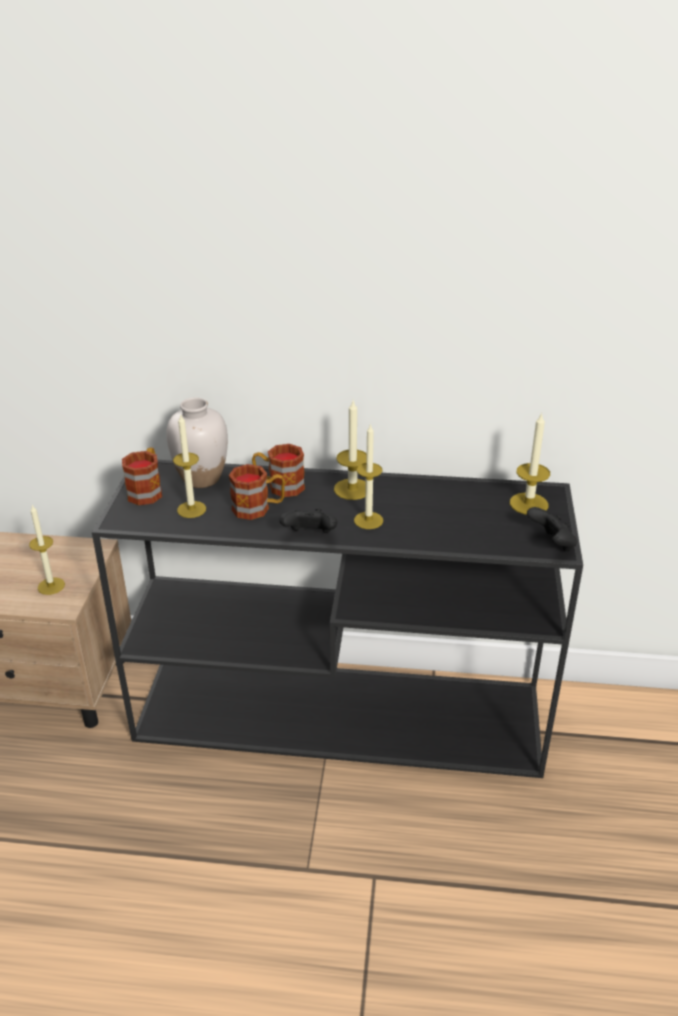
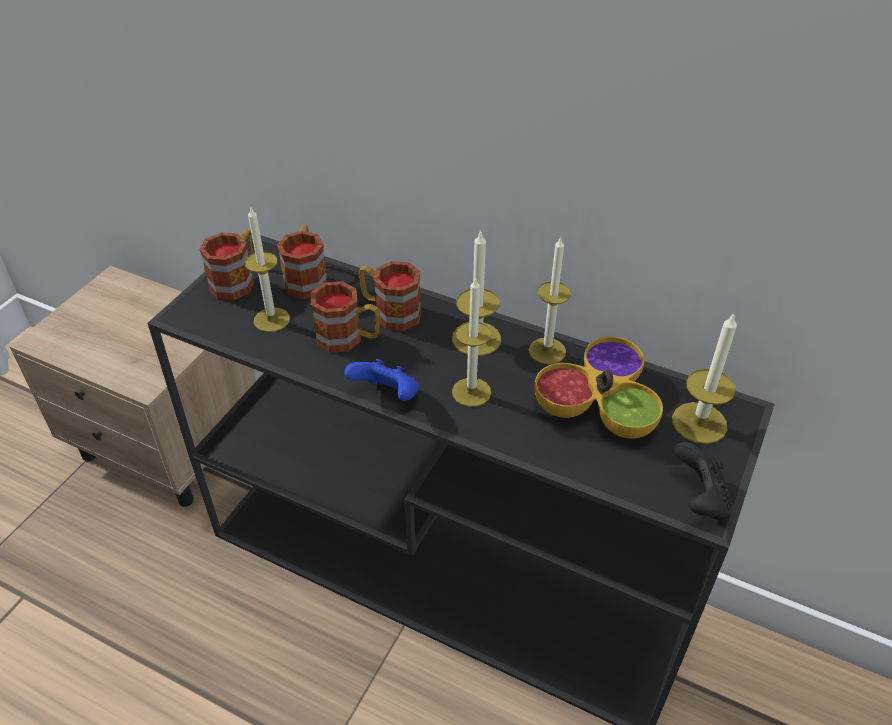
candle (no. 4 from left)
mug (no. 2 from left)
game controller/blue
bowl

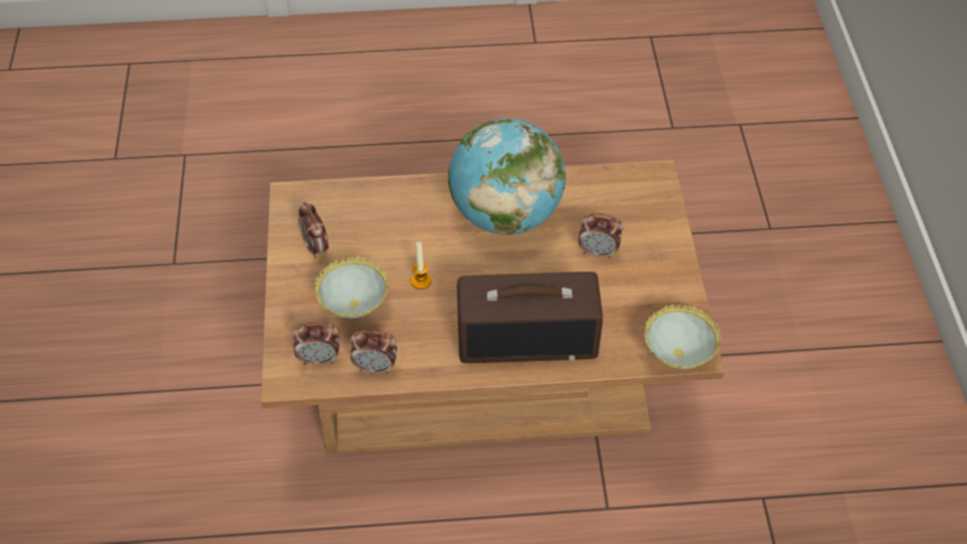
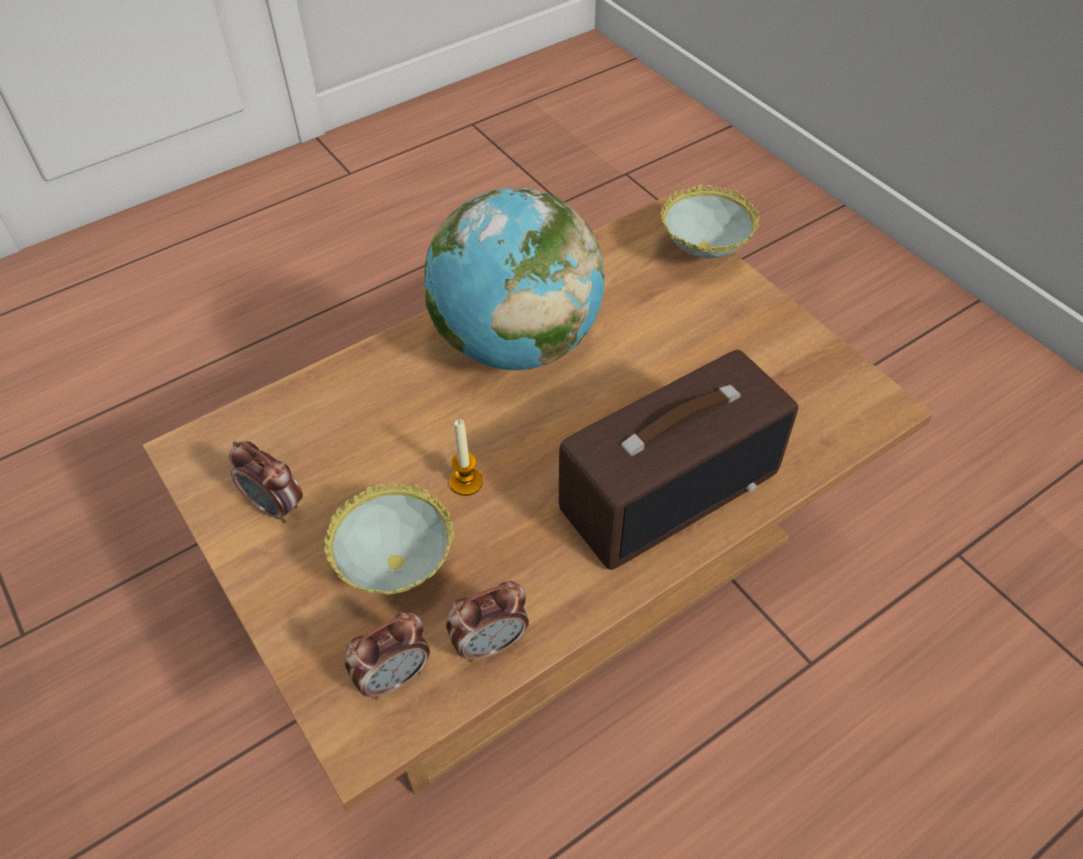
alarm clock (no. 4 from left in the first image)
bowl (no. 2 from left)

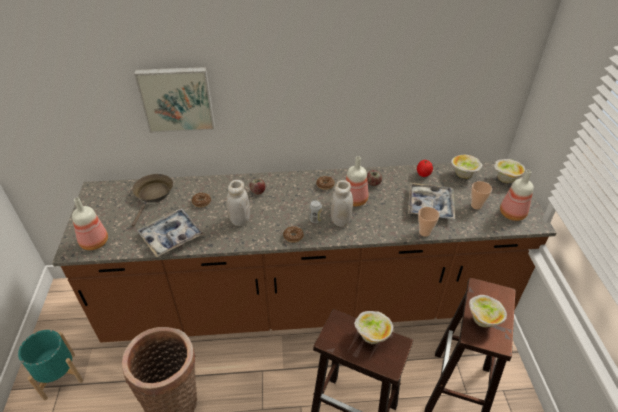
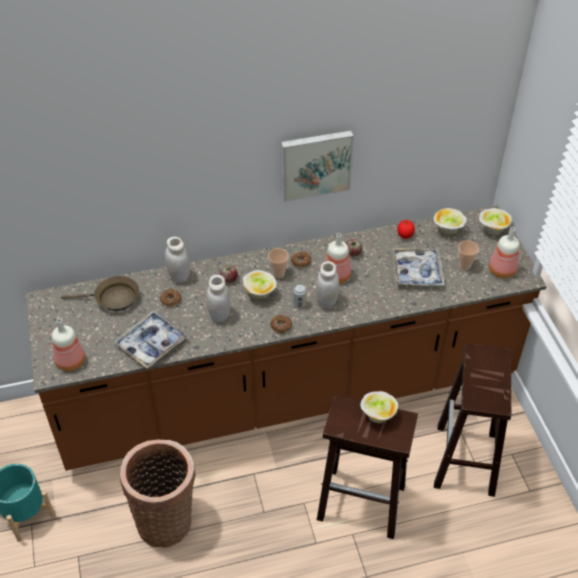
frying pan/brown
picture
cup (no. 1 from left)
bowl (no. 1 from left)
jar/white (no. 1 from left)

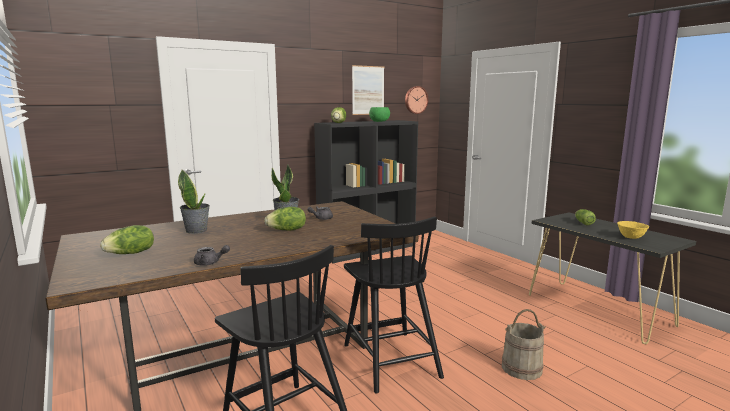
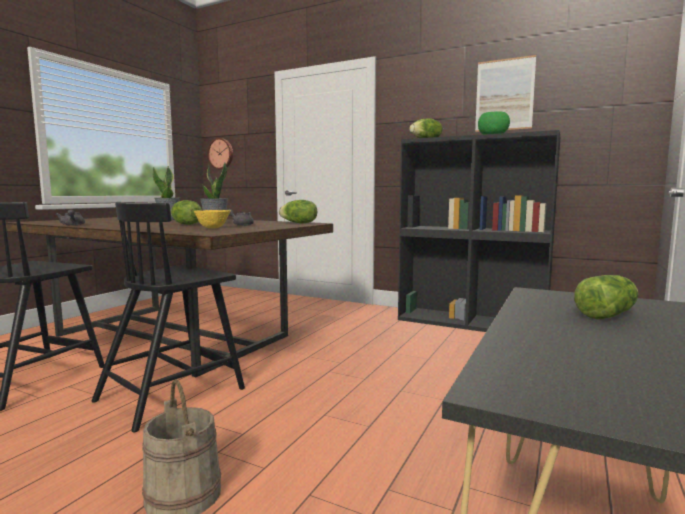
lettuce (no. 2 from left)
wall clock
bowl/yellow

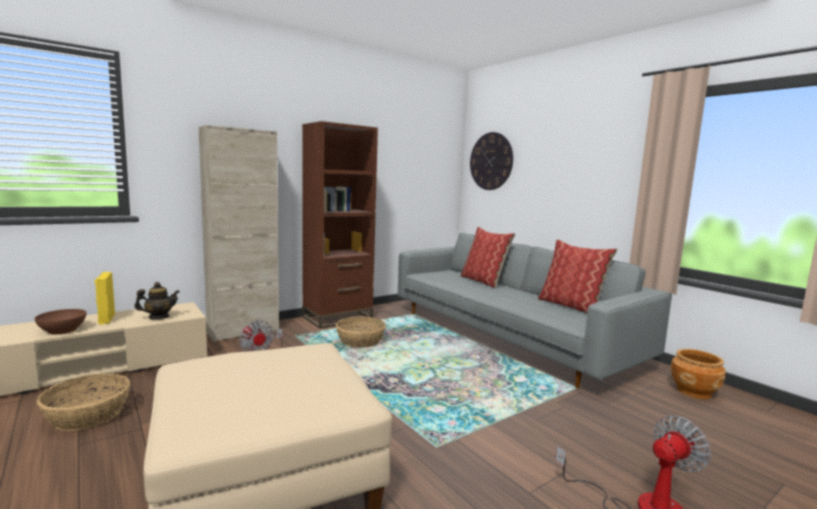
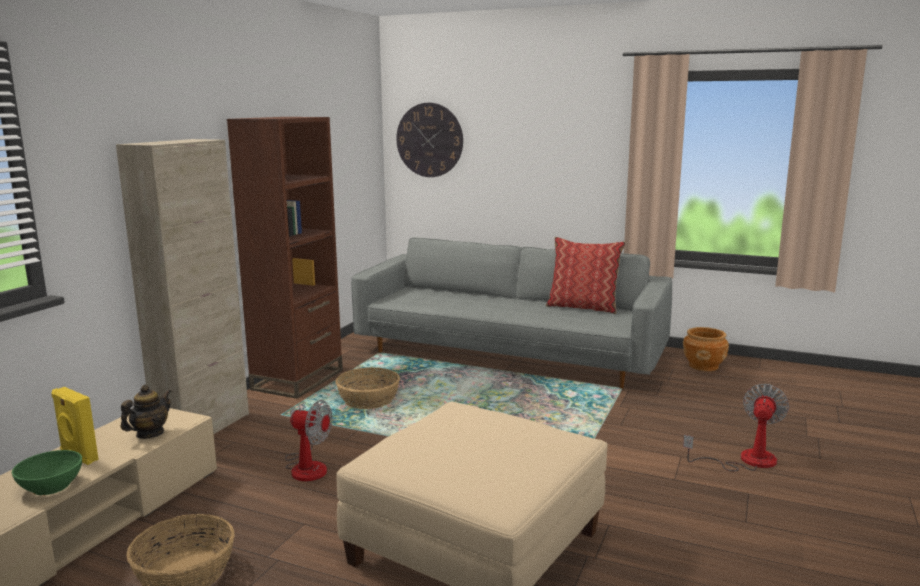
bowl/green
pillow (no. 1 from left in the first image)

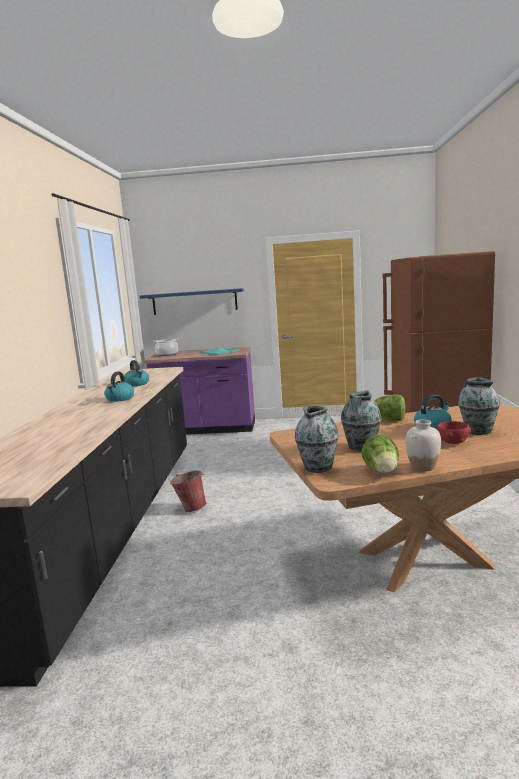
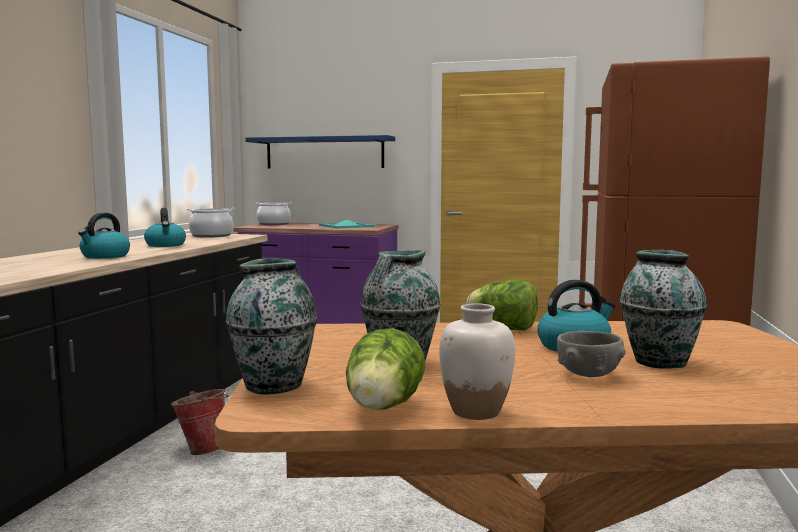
bowl/grey
cooking pot (no. 1 from left)

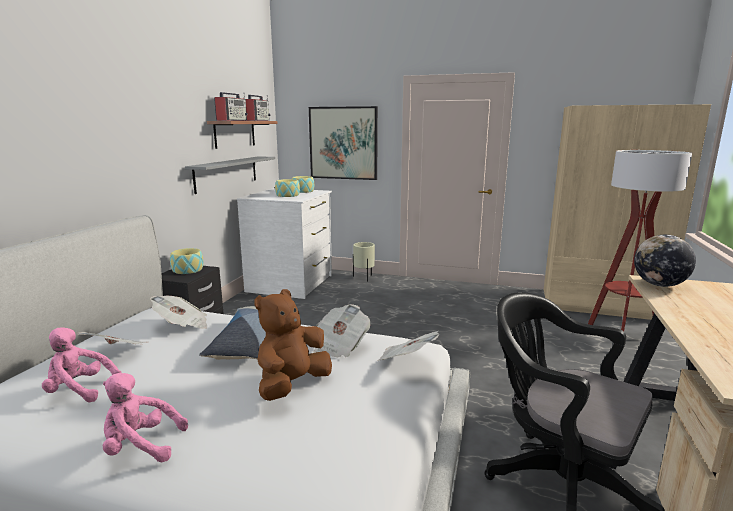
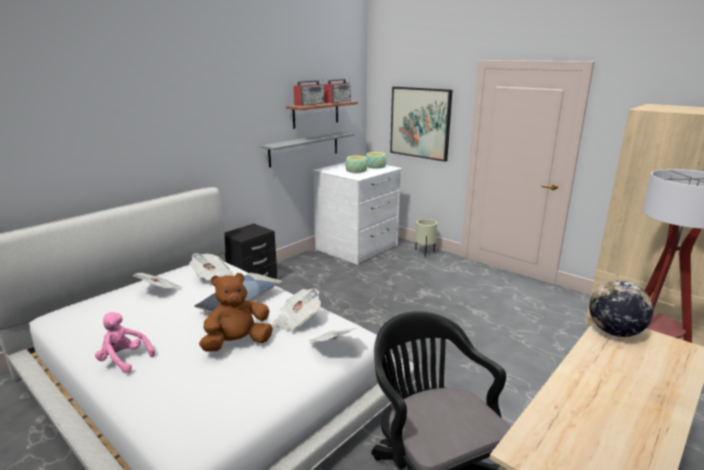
plush toy/pink (no. 1 from left in the first image)
bowl (no. 1 from left in the first image)

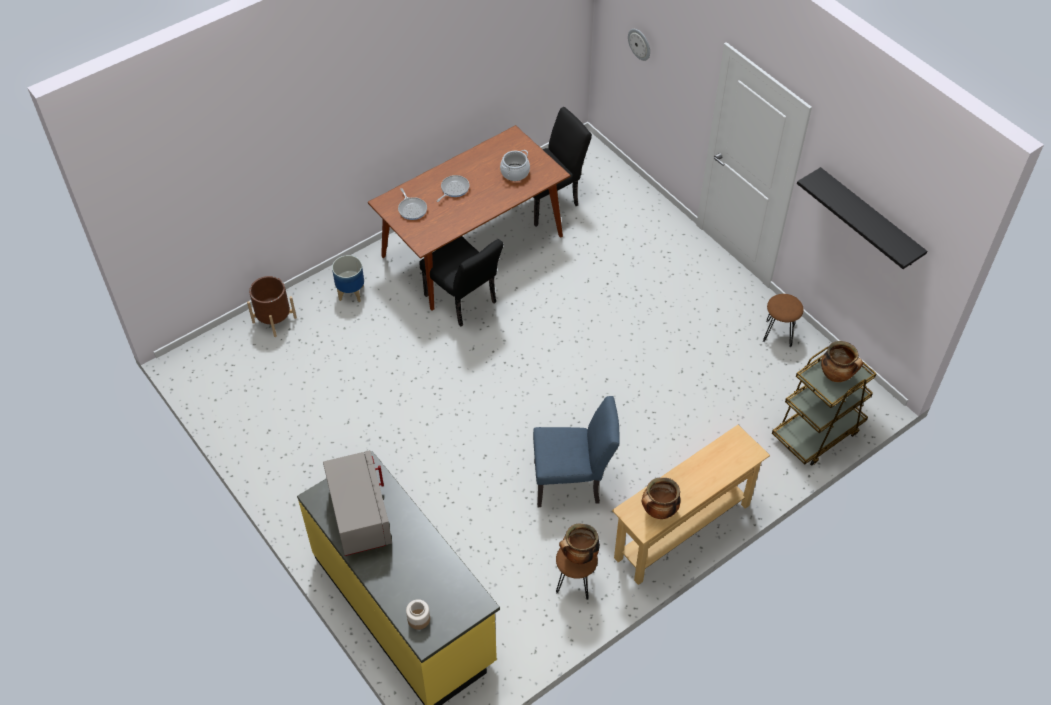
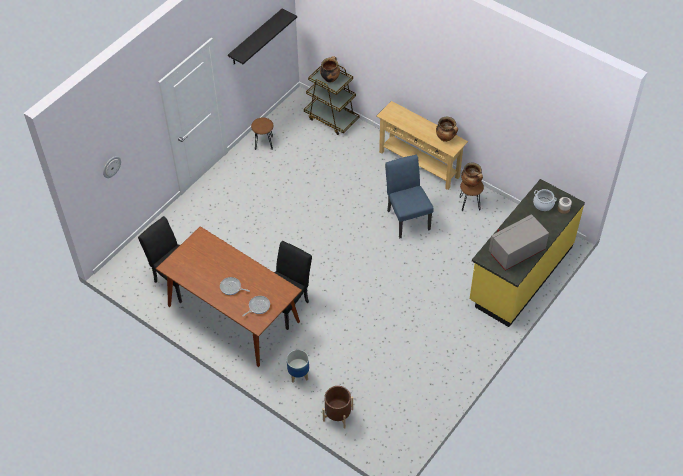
cooking pot (no. 4 from left)

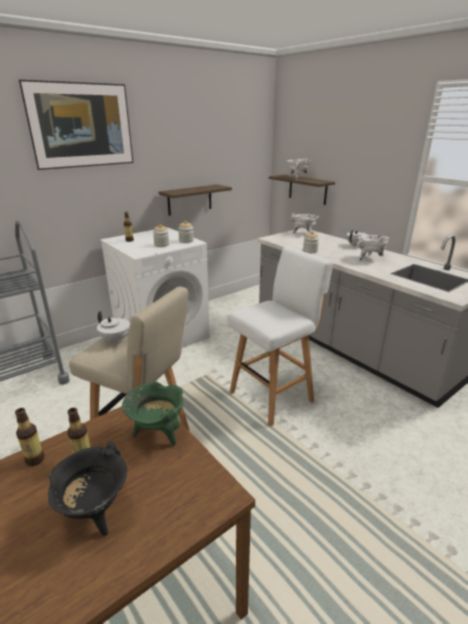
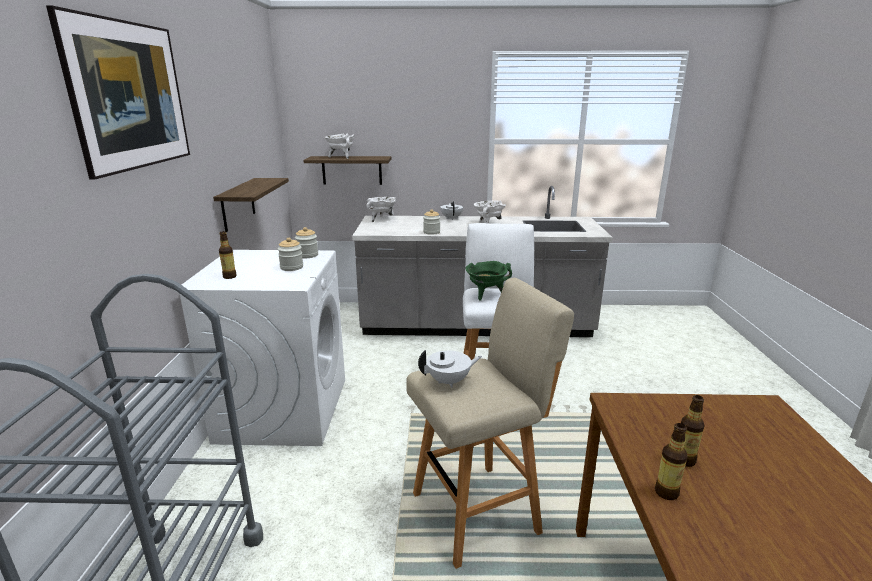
cooking pot/black
cooking pot/green

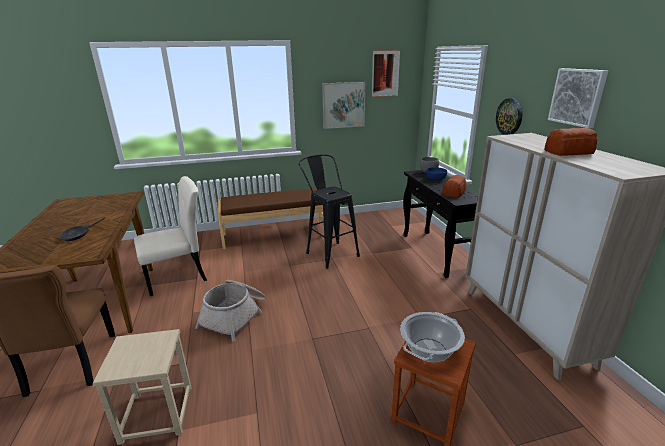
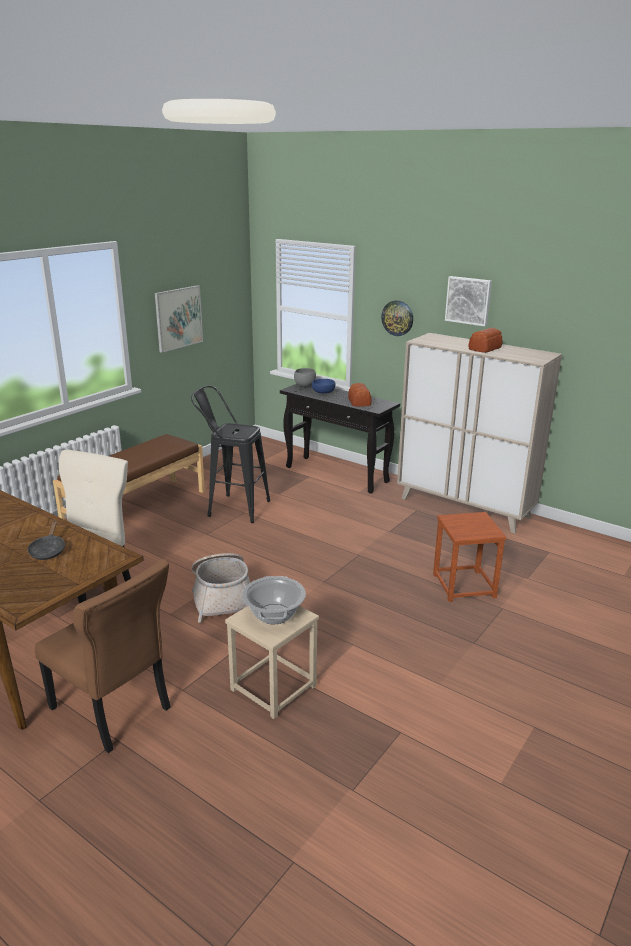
picture (no. 2 from left in the first image)
cooking pot

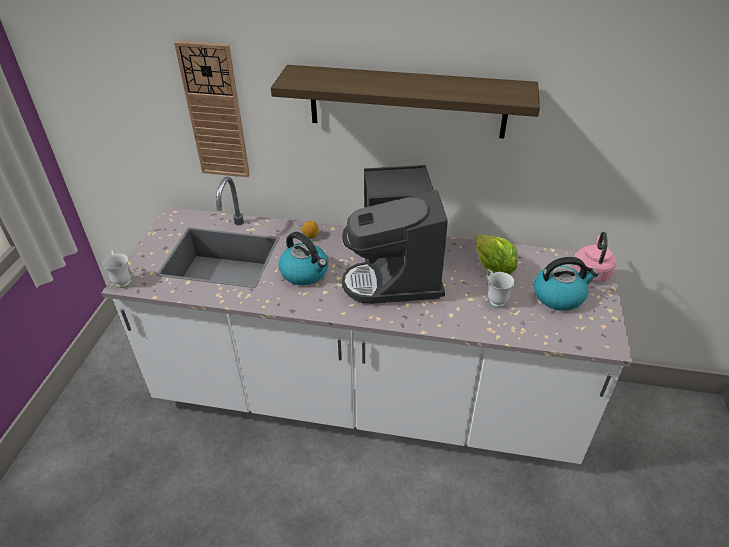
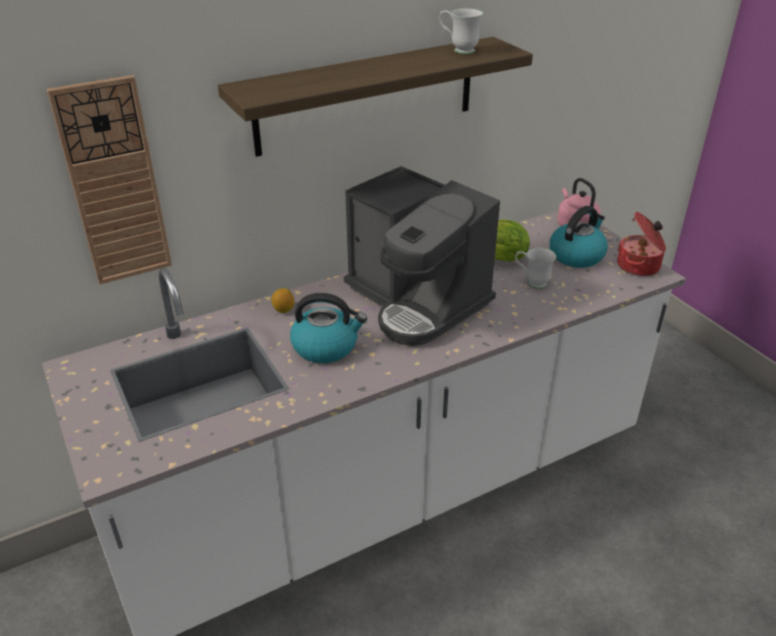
mug/white (no. 1 from left)
cooking pot

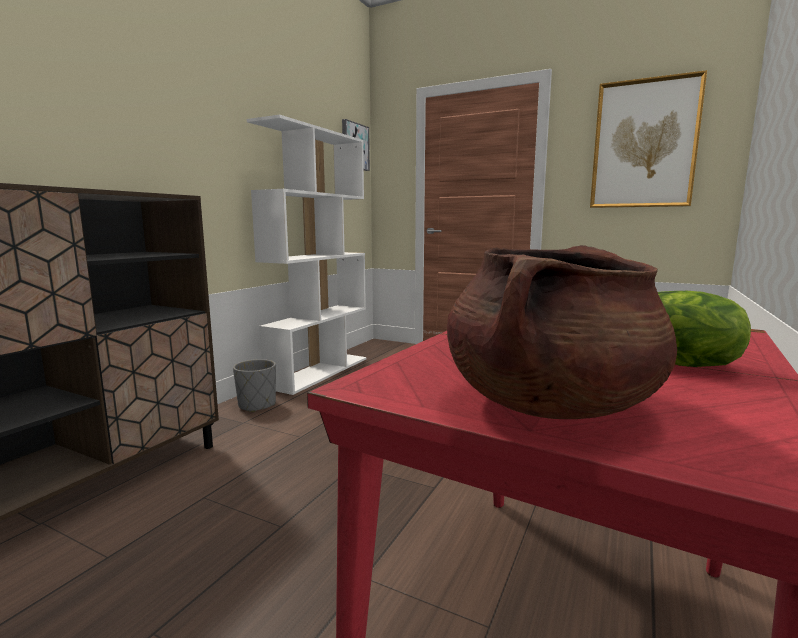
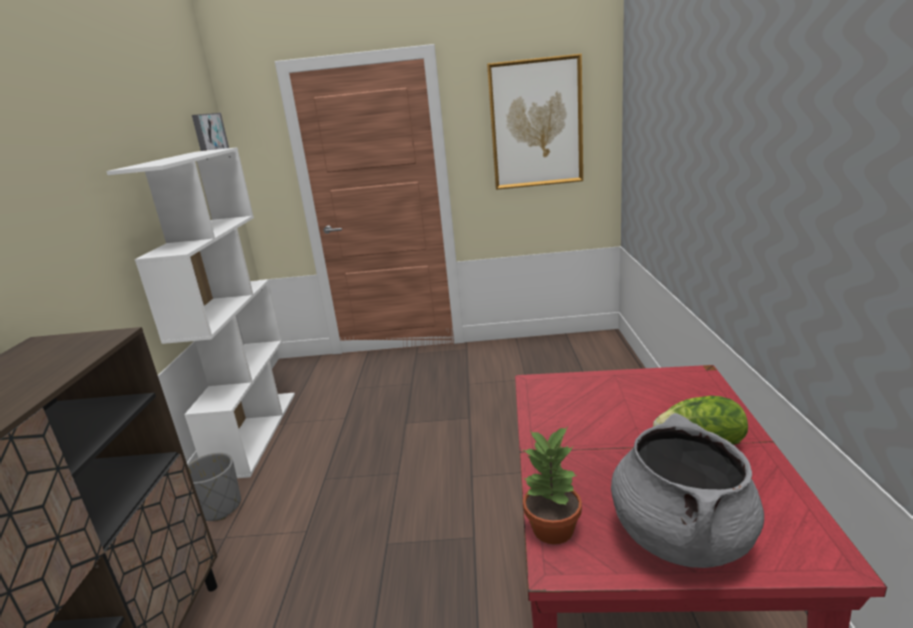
cooking pot/grey
potted plant

